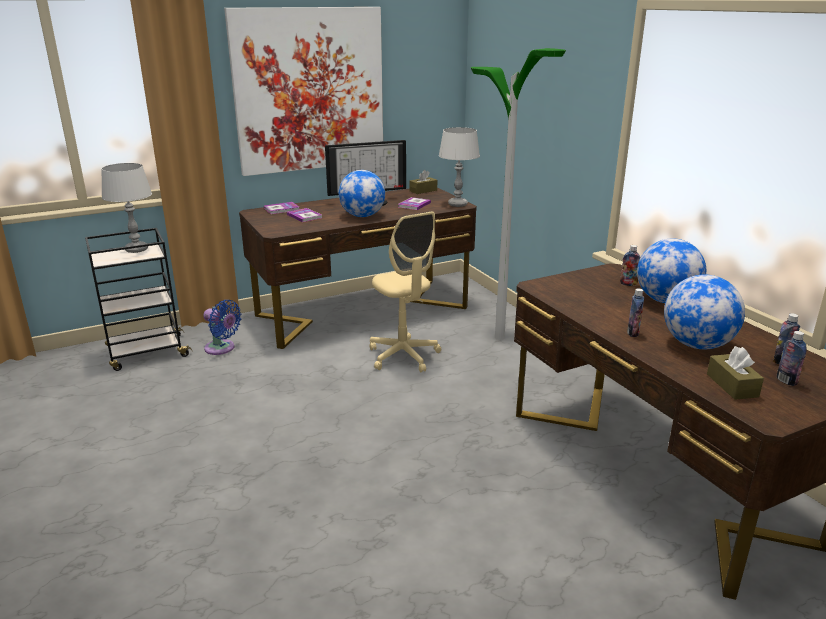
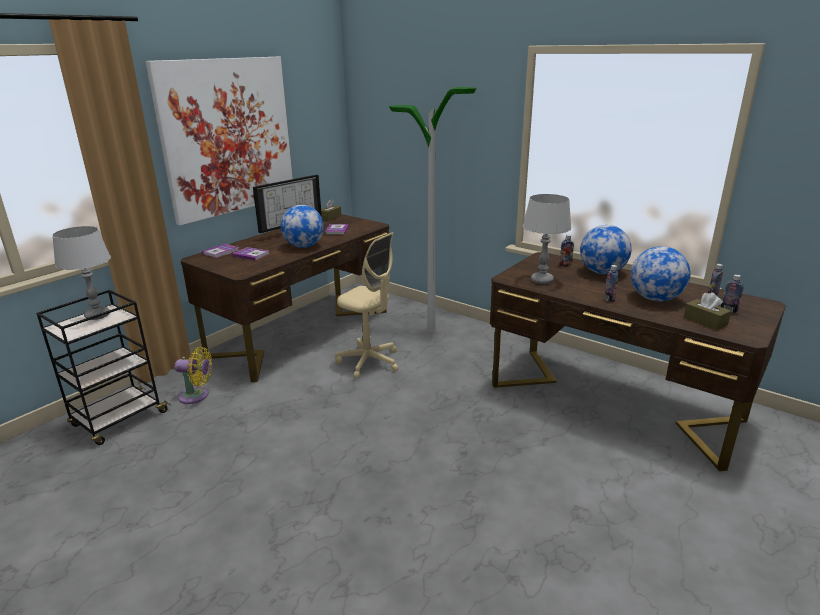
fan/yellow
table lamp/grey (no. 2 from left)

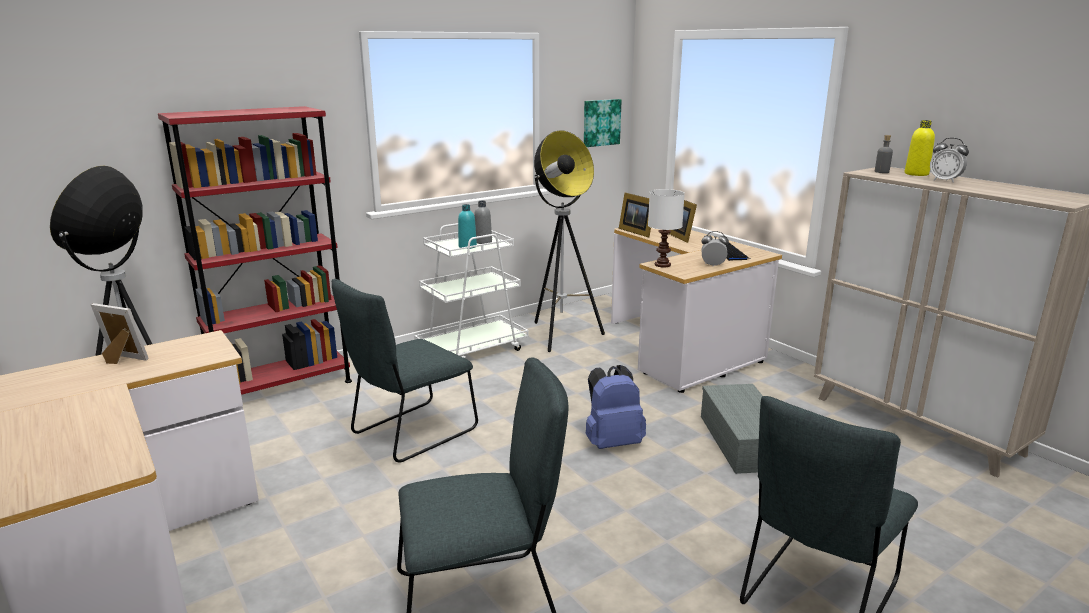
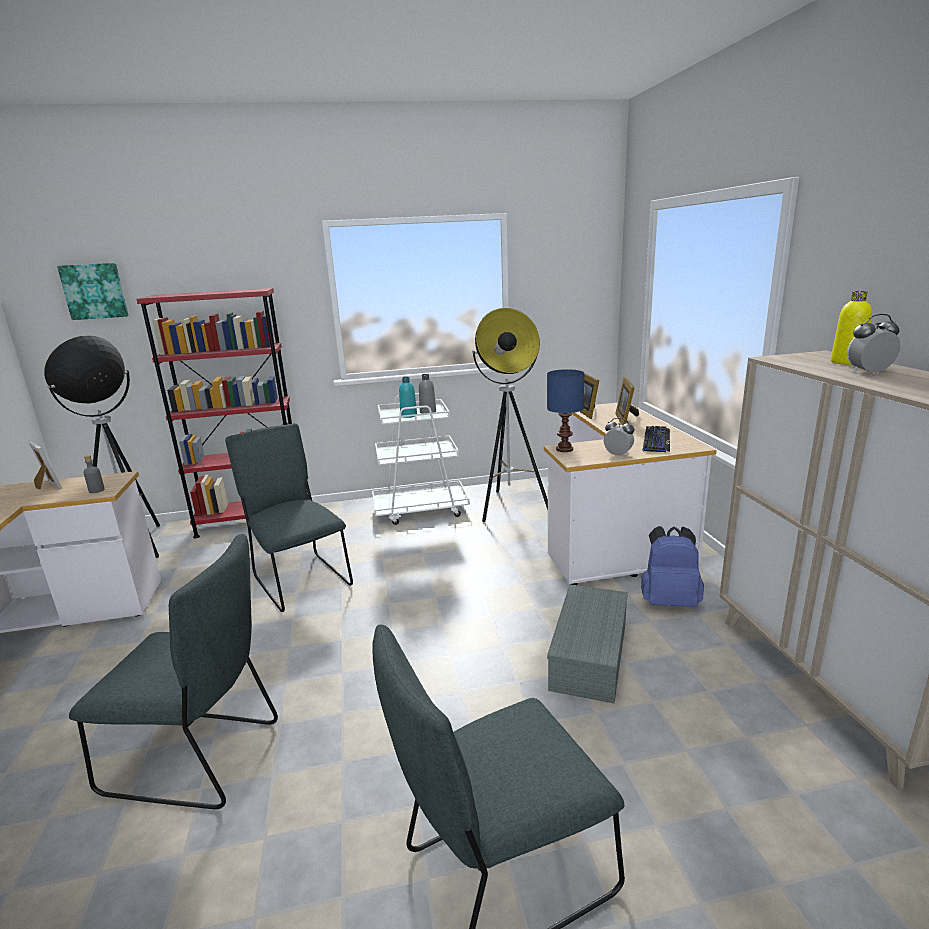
chair/grey (no. 2 from left)
picture
backpack/blue
table lamp/blue
bottle/grey (no. 1 from left)
alarm clock (no. 2 from left)

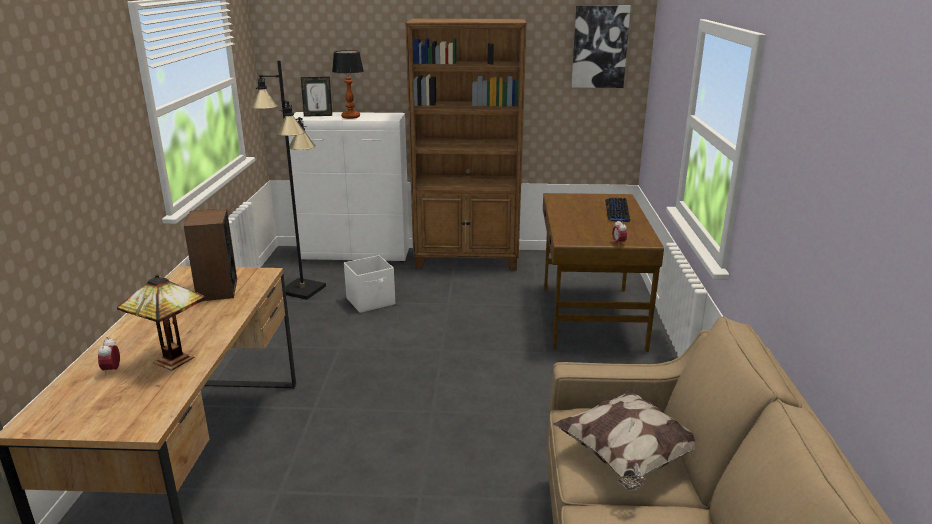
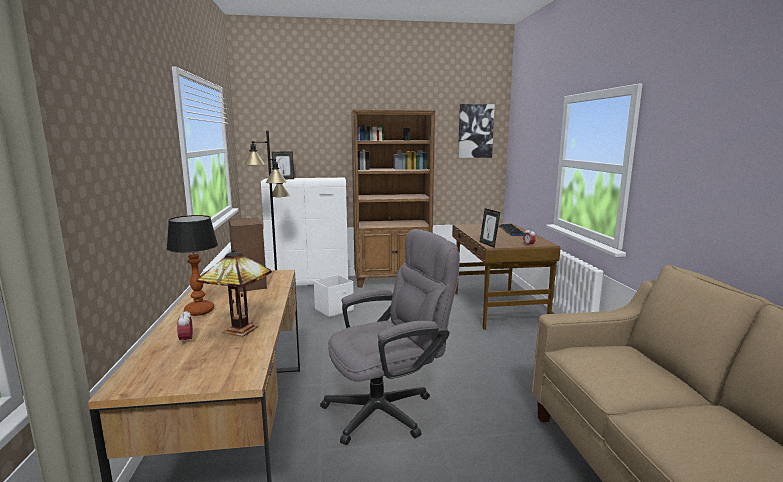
table lamp (no. 1 from left)
pillow
office chair/grey
picture frame (no. 2 from left)

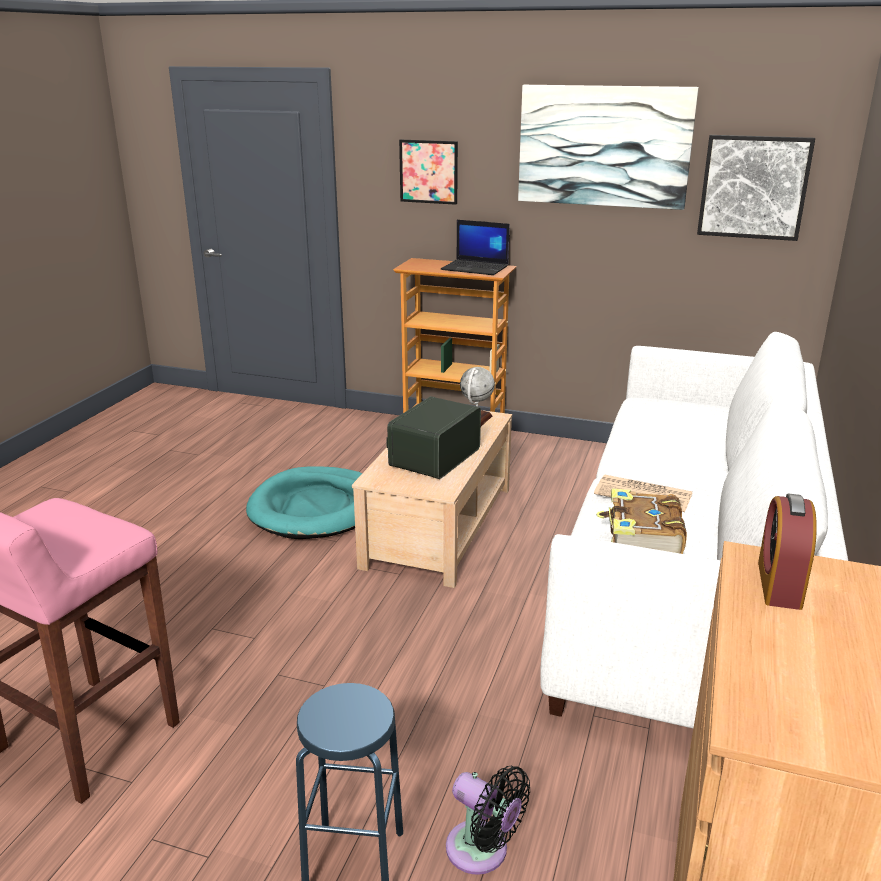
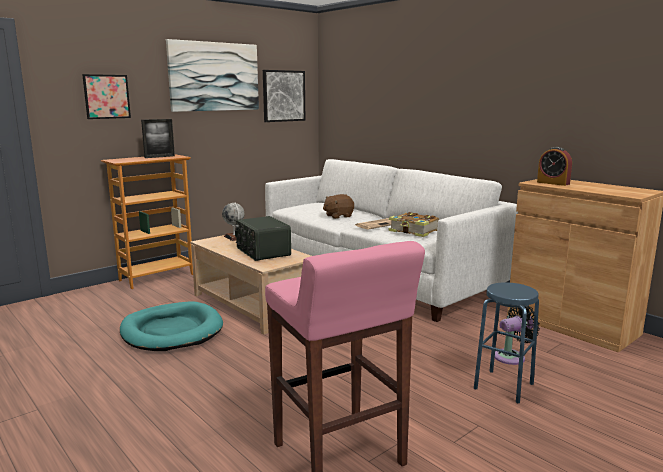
picture frame
plush toy/brown

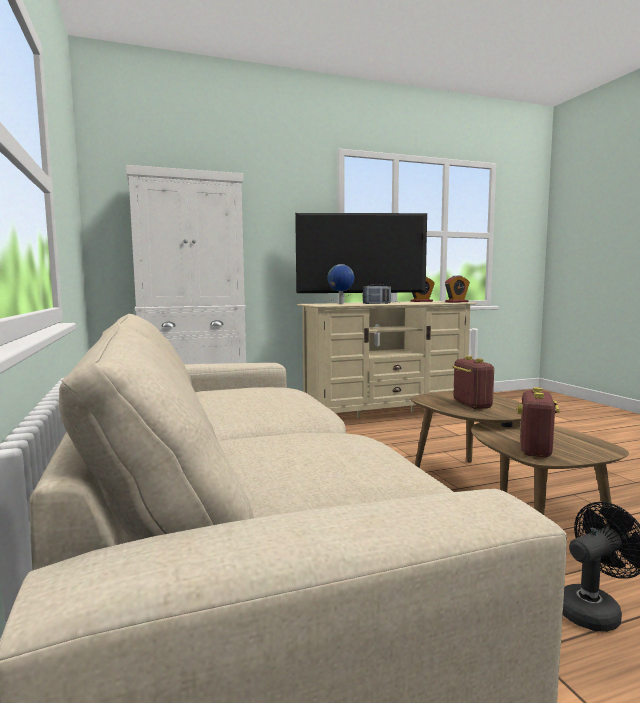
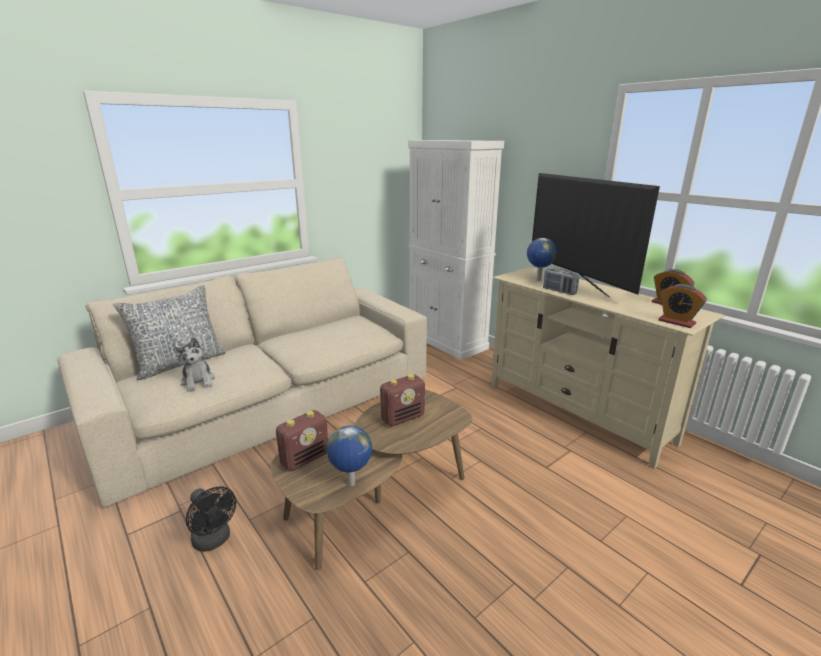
radio (no. 1 from left)
pillow
plush toy
globe (no. 1 from left)

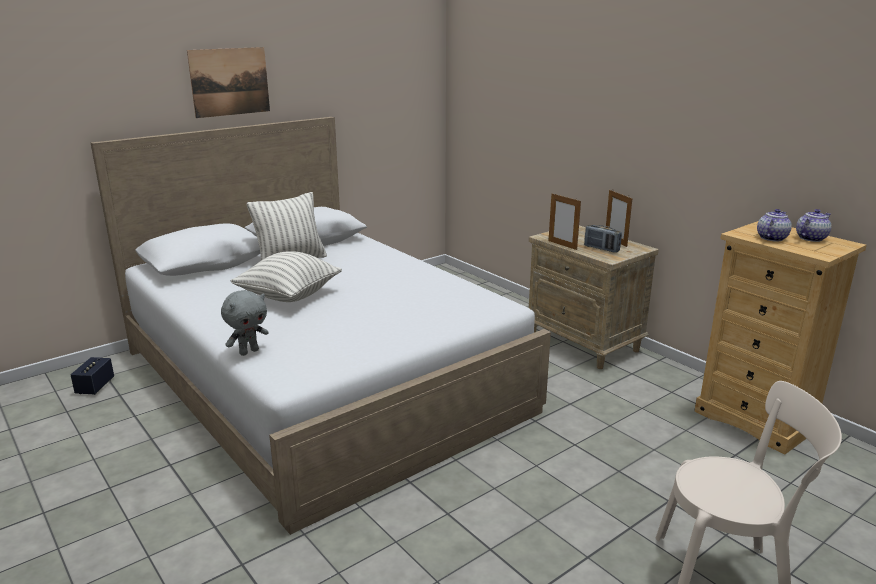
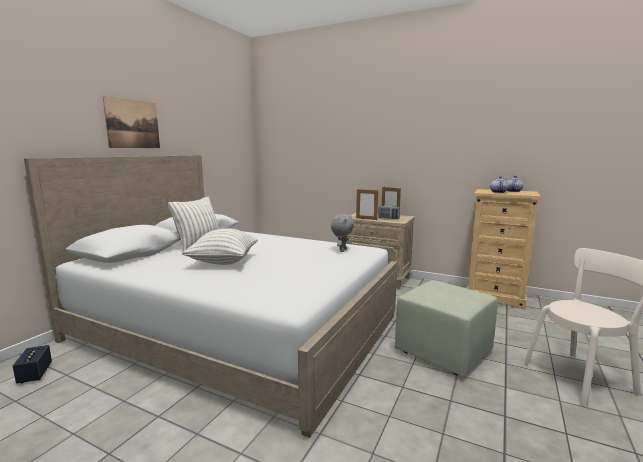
plush toy/grey
ottoman/green

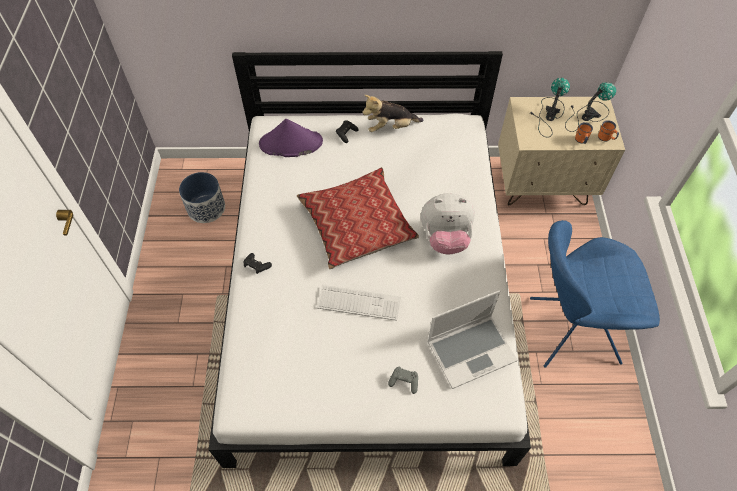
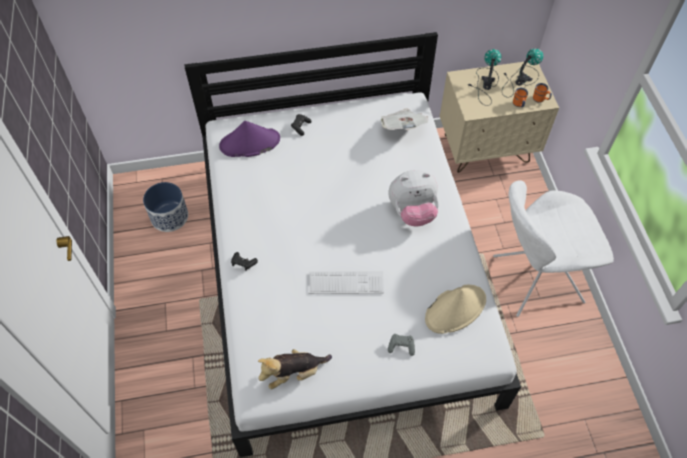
pillow
plush toy (no. 1 from left)
hat/beige
chair/white
newspaper

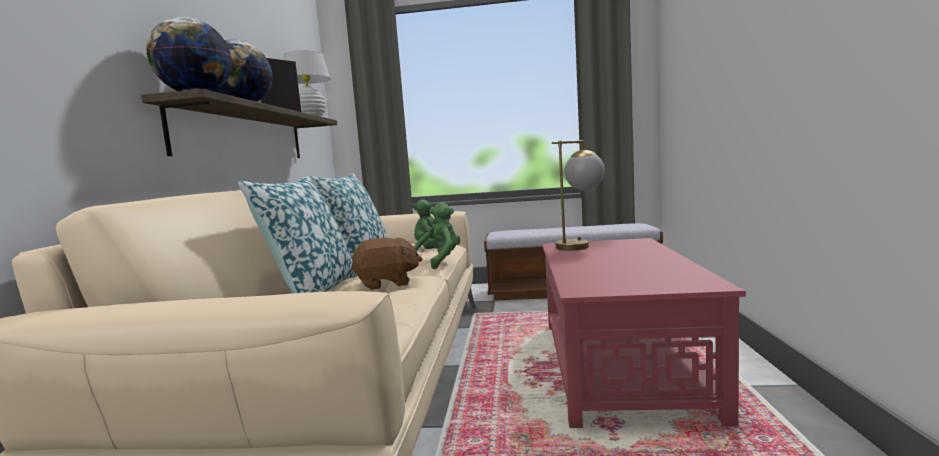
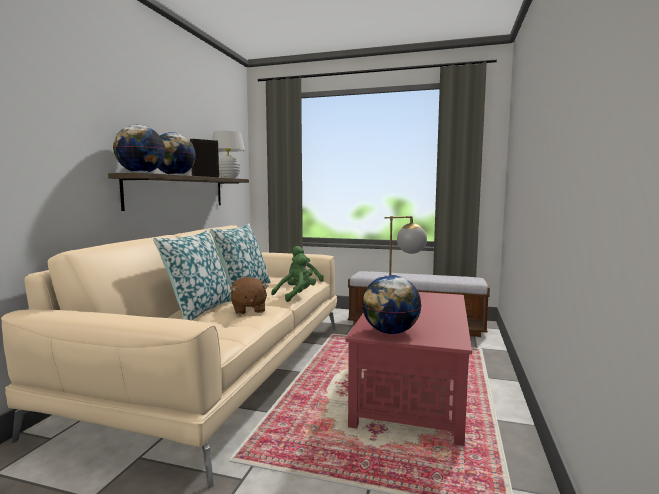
plush toy/brown
globe (no. 3 from left)

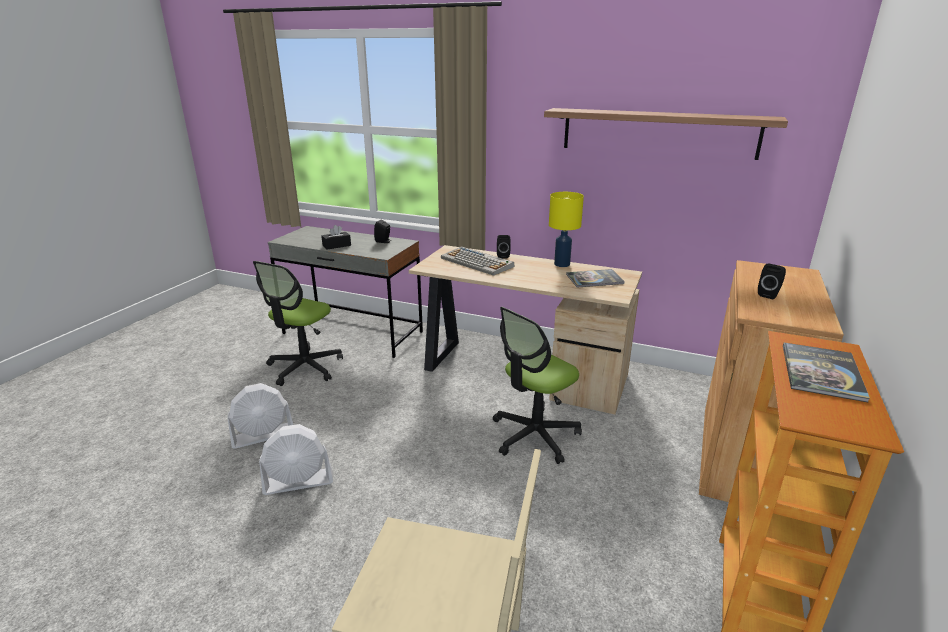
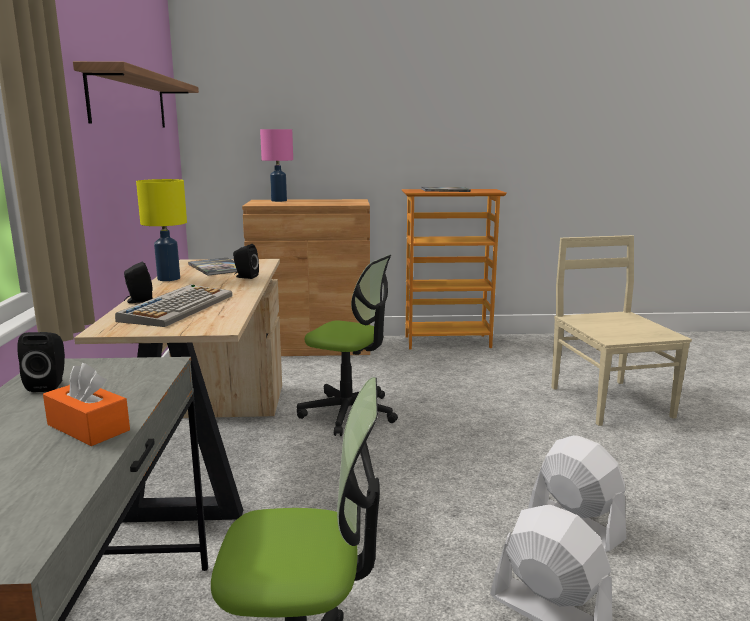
tissue box/orange
speaker/black (no. 3 from left)
table lamp/pink

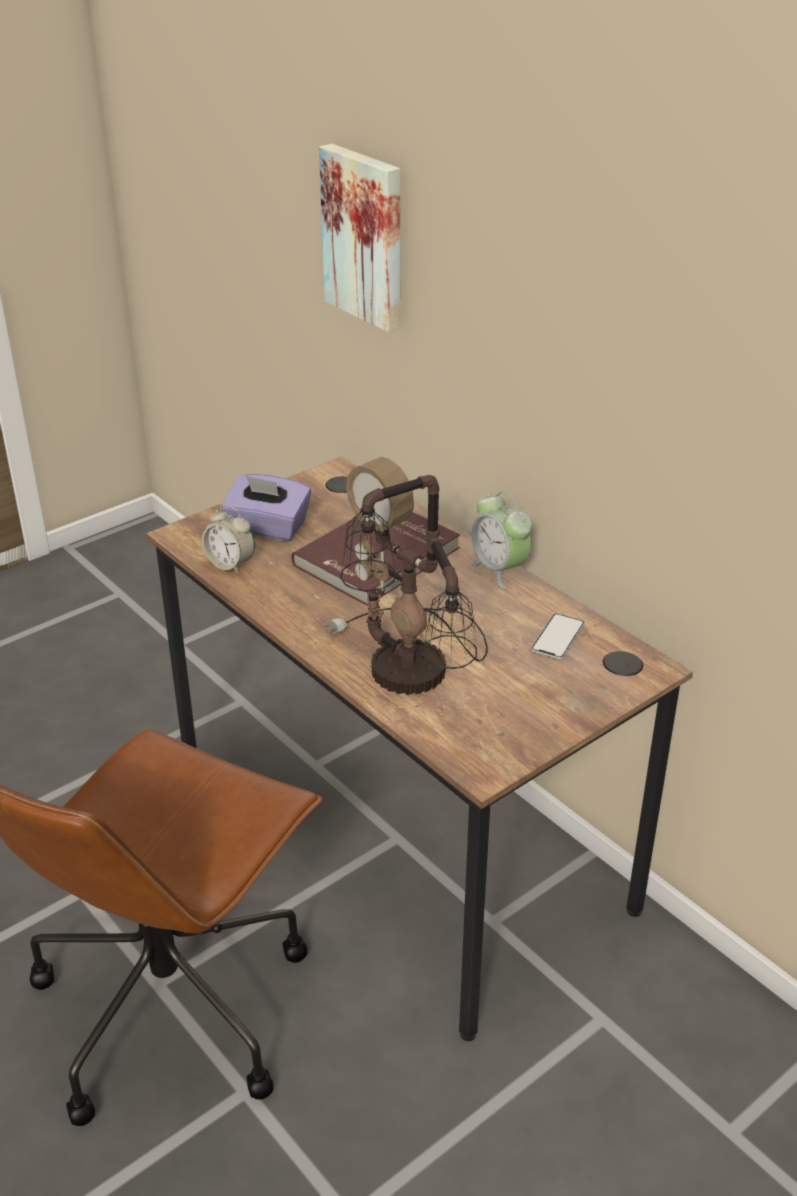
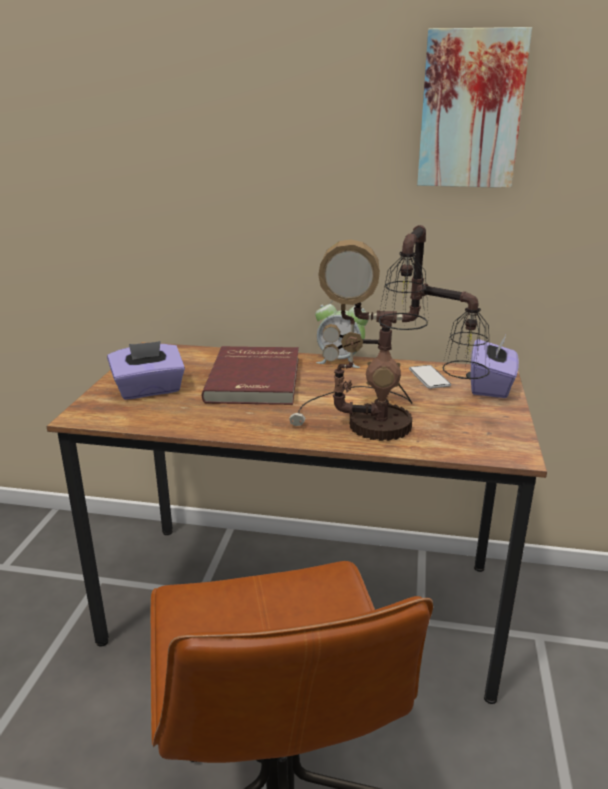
alarm clock (no. 1 from left in the first image)
picture
tissue box/purple (no. 2 from left)

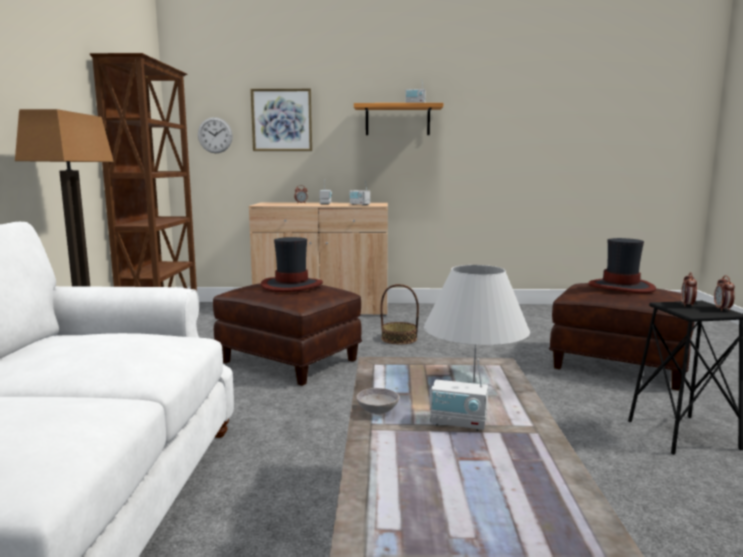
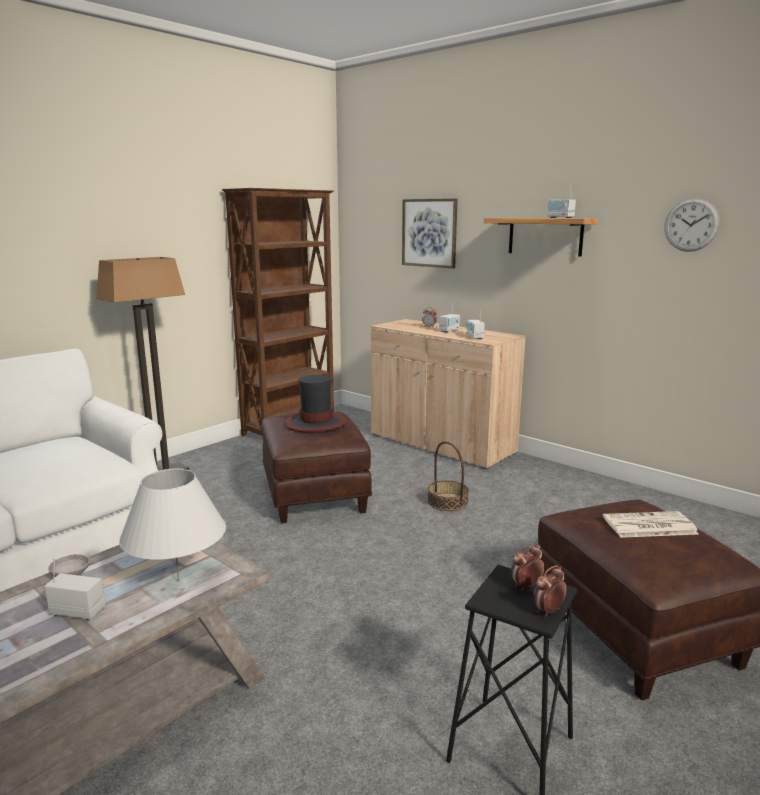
wall clock
radio (no. 1 from left)
newspaper

